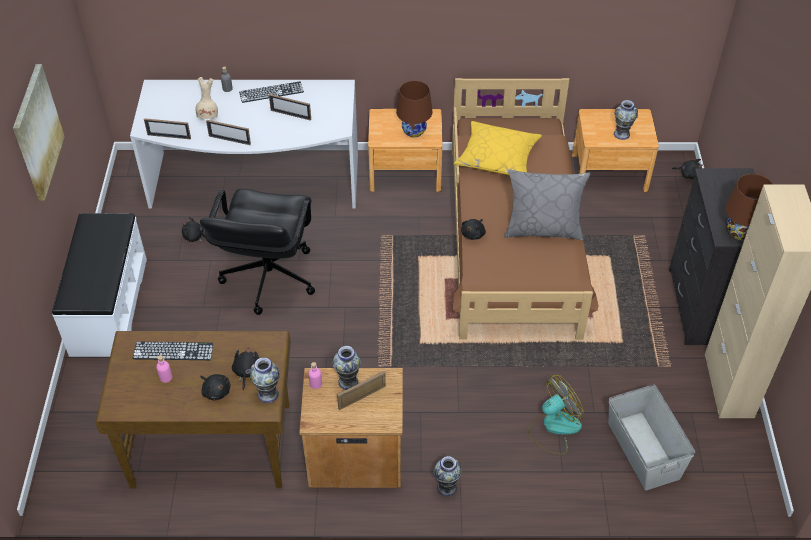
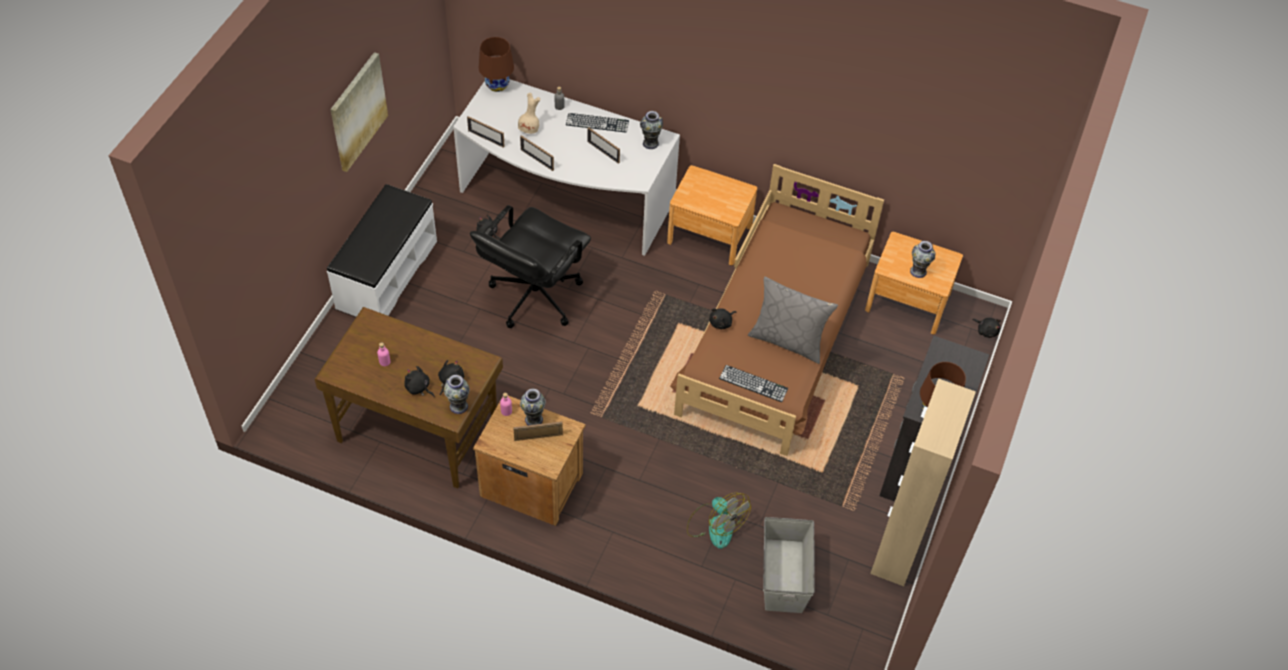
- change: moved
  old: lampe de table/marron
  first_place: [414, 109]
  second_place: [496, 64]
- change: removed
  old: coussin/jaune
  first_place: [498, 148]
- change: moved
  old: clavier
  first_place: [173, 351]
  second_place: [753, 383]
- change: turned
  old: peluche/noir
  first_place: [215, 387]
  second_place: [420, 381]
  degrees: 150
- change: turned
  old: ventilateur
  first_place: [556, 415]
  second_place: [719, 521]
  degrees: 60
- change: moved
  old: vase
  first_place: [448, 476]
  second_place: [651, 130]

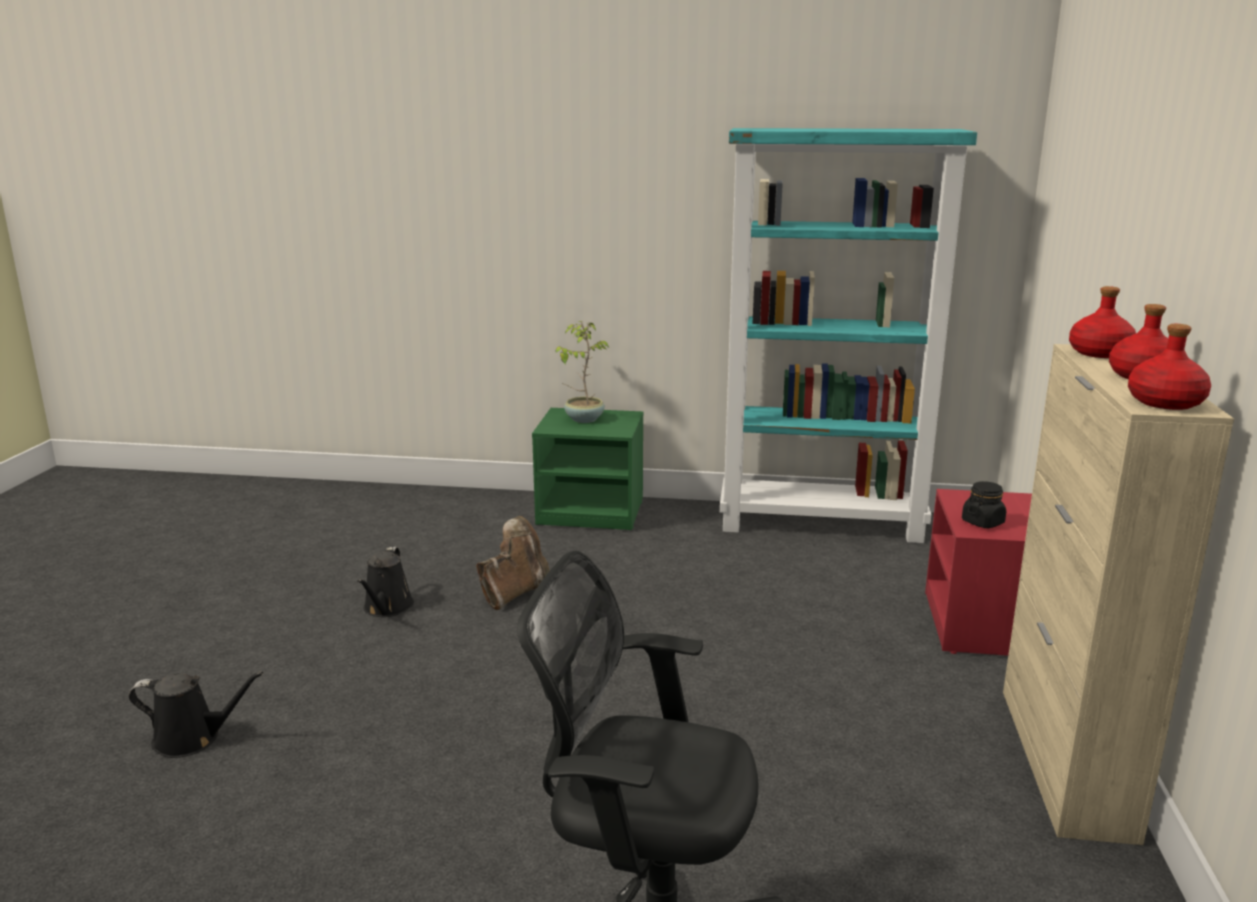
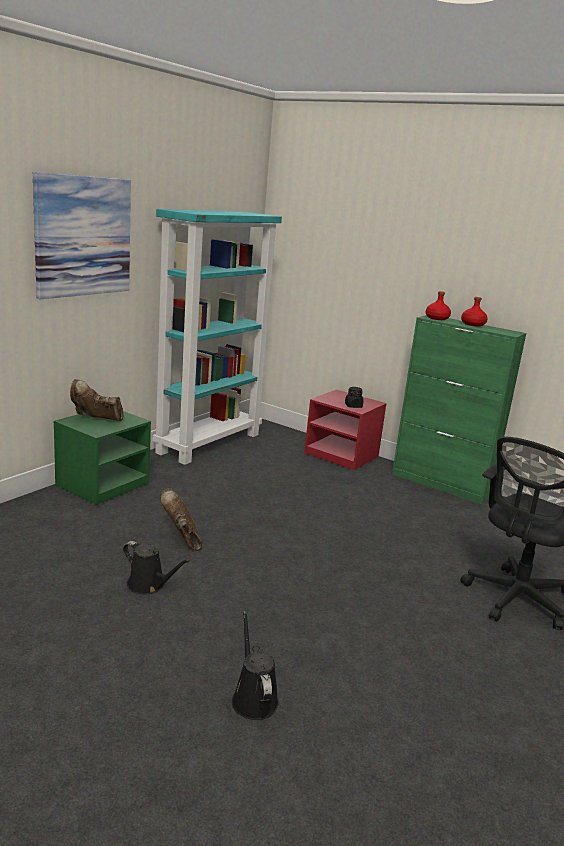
- change: replaced
  old: plante en pot
  new: botte/marron
  first_place: [582, 372]
  second_place: [97, 400]
- change: removed
  old: bouteille/rouge
  first_place: [1169, 367]
- change: recoloured
  old: meuble de rangement/beige
  new: meuble de rangement/vert
  first_place: [1118, 594]
  second_place: [459, 409]
- change: turned
  old: arrosoir/noir
  first_place: [195, 715]
  second_place: [255, 665]
  degrees: -45
- change: added
  new: tableau
  second_place: [82, 235]

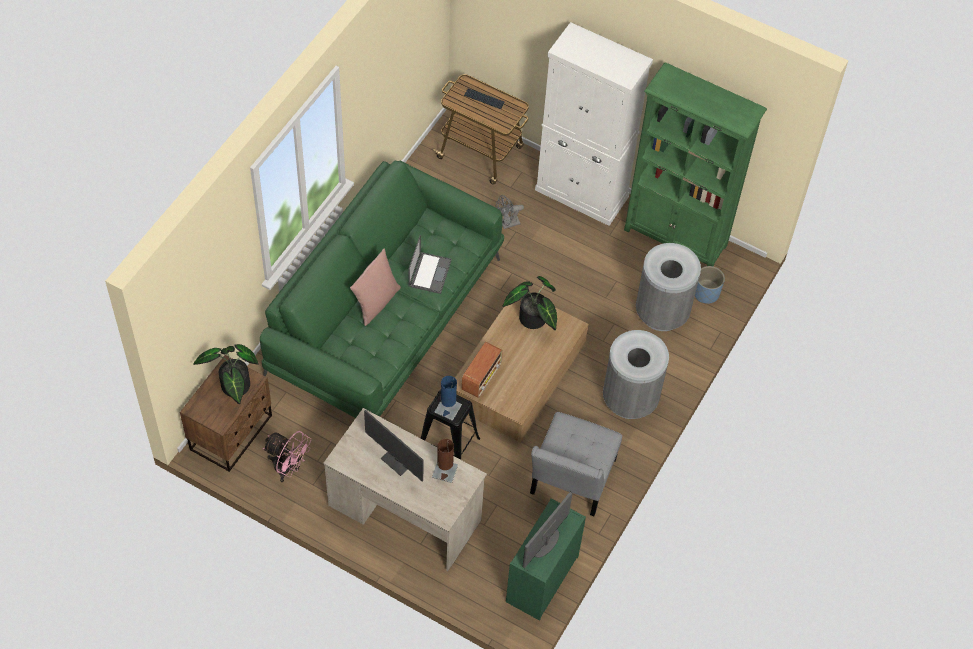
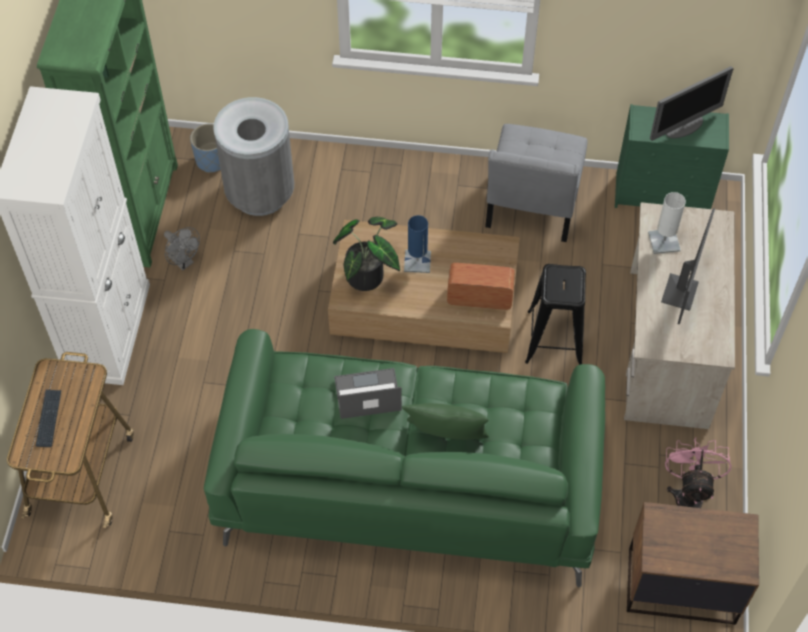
- change: moved
  old: ventilateur/gris
  first_place: [510, 212]
  second_place: [182, 248]
- change: recoloured
  old: coussin/rose
  new: coussin/vert
  first_place: [375, 287]
  second_place: [445, 421]
- change: removed
  old: poubelle/gris
  first_place: [636, 374]
- change: removed
  old: plante en pot
  first_place: [226, 374]
- change: moved
  old: lampe de table/bleu
  first_place: [448, 398]
  second_place: [417, 244]
- change: turned
  old: chaise/gris
  first_place: [576, 464]
  second_place: [536, 183]
  degrees: 105
- change: recoloured
  old: lampe de table/marron
  new: lampe de table/blanc
  first_place: [445, 461]
  second_place: [667, 223]
- change: turned
  old: écran d'ordinateur
  first_place: [547, 530]
  second_place: [692, 103]
  degrees: -45

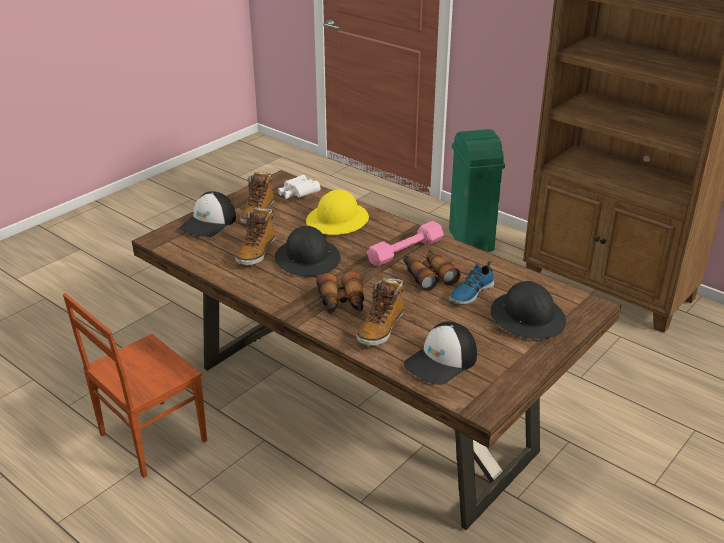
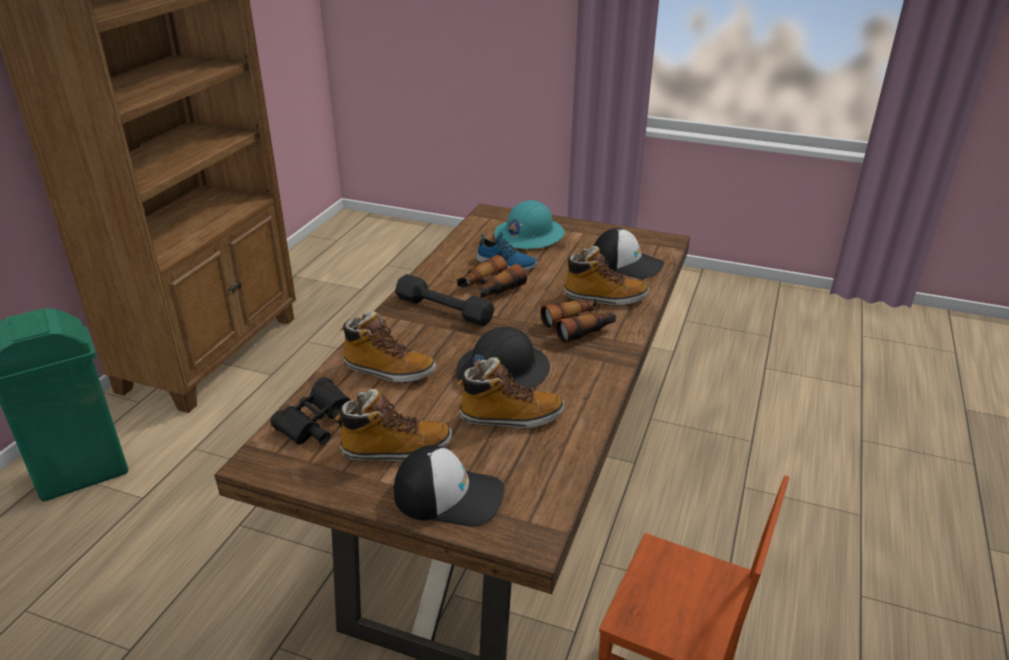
- change: recoloured
  old: jumelles/blanc
  new: jumelles/noir
  first_place: [299, 187]
  second_place: [310, 411]
- change: replaced
  old: casque de chantier/jaune
  new: botte
  first_place: [337, 212]
  second_place: [388, 347]
- change: recoloured
  old: haltère/rose
  new: haltère/noir
  first_place: [405, 243]
  second_place: [445, 300]
- change: recoloured
  old: casque de chantier/noir
  new: casque de chantier/turquoise
  first_place: [528, 310]
  second_place: [529, 224]

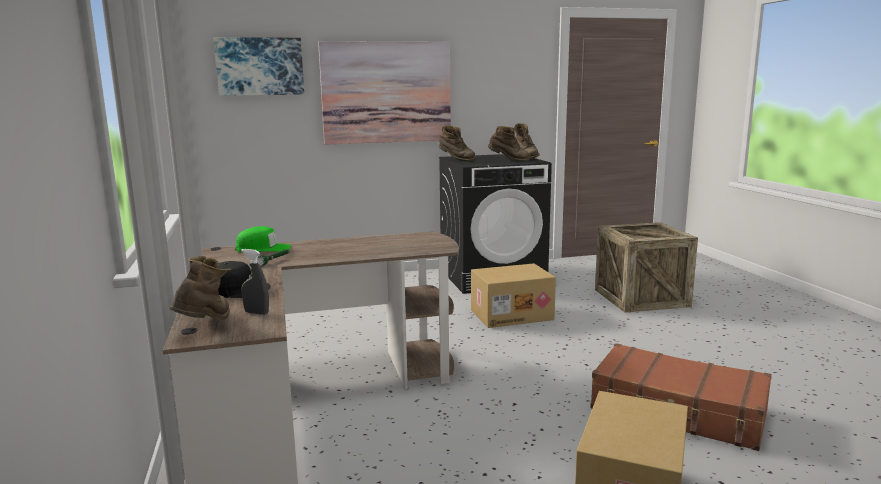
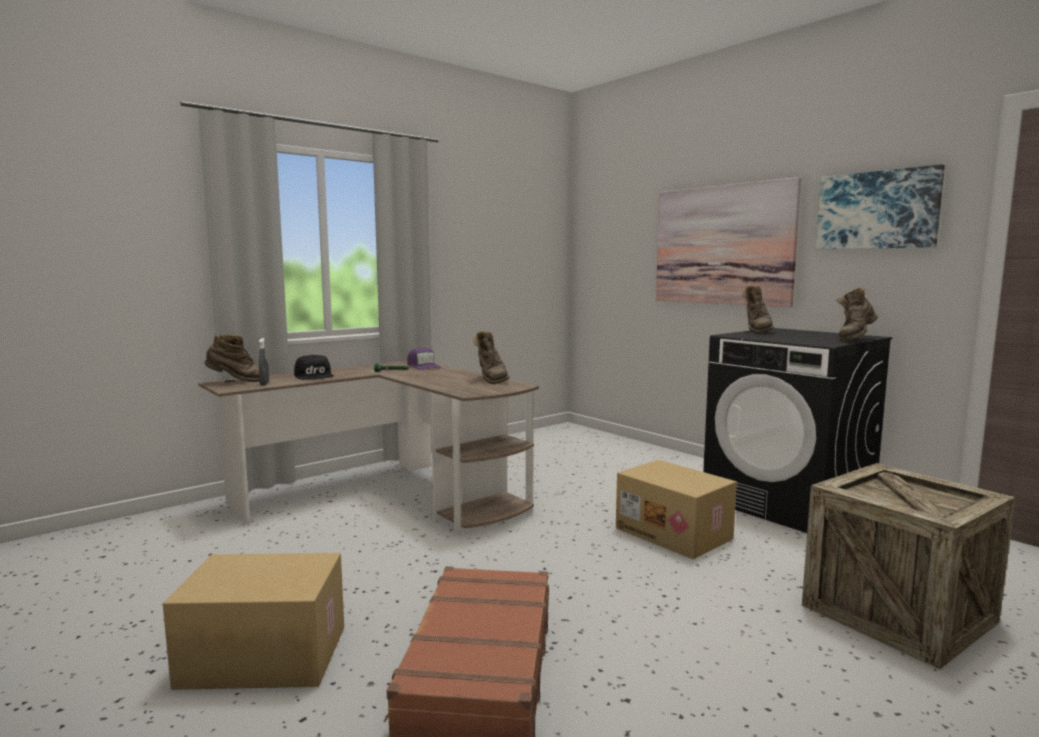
- change: moved
  old: tableau
  first_place: [259, 66]
  second_place: [880, 206]
- change: moved
  old: botte/marron
  first_place: [509, 144]
  second_place: [491, 357]
- change: recoloured
  old: casquette/vert
  new: casquette/violet
  first_place: [263, 239]
  second_place: [424, 358]

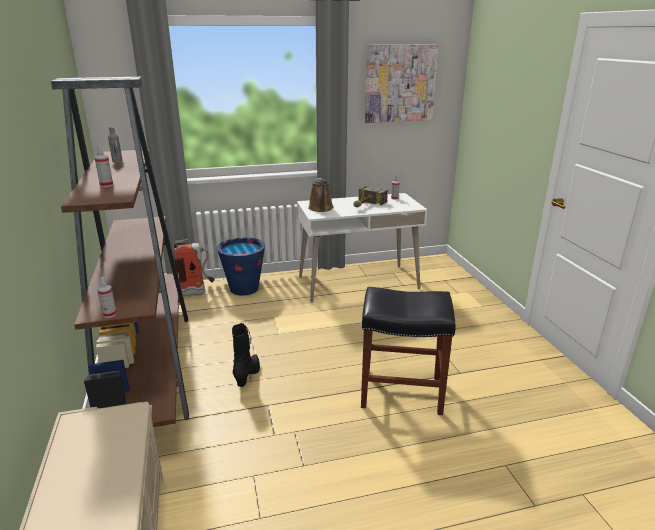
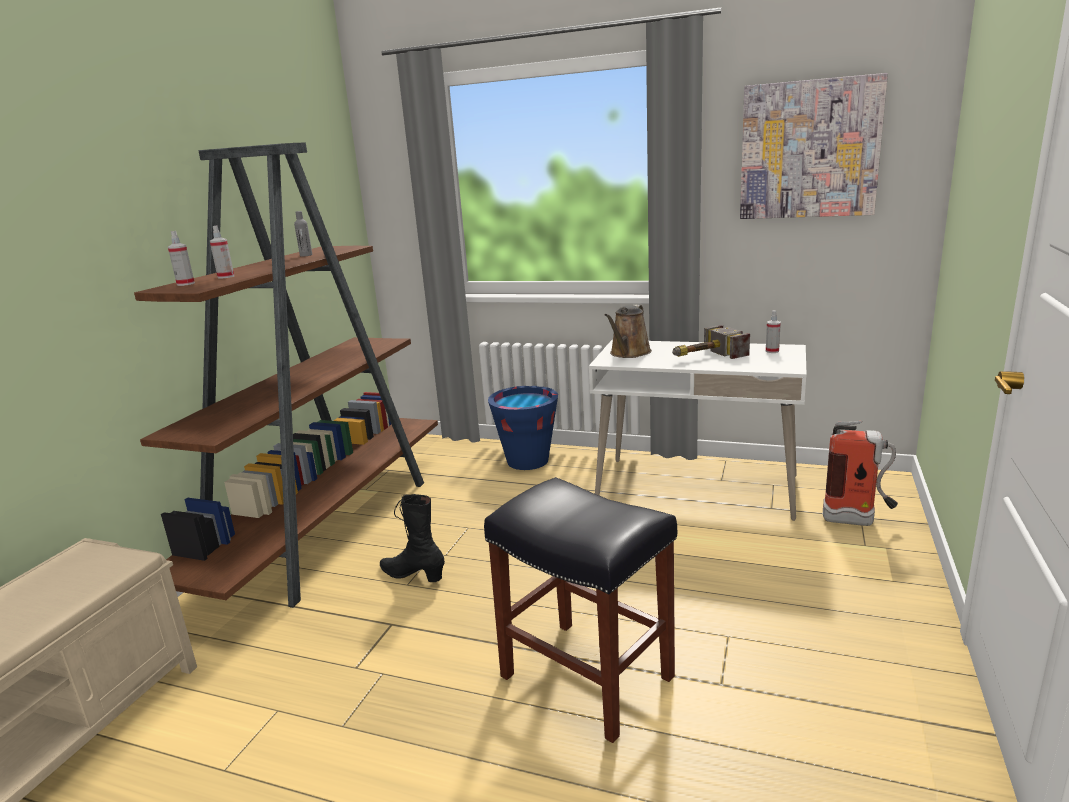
- change: moved
  old: extincteur
  first_place: [194, 267]
  second_place: [860, 473]
- change: moved
  old: vaporisateur
  first_place: [107, 297]
  second_place: [181, 258]
- change: turned
  old: botte/noir
  first_place: [246, 355]
  second_place: [412, 538]
  degrees: -105

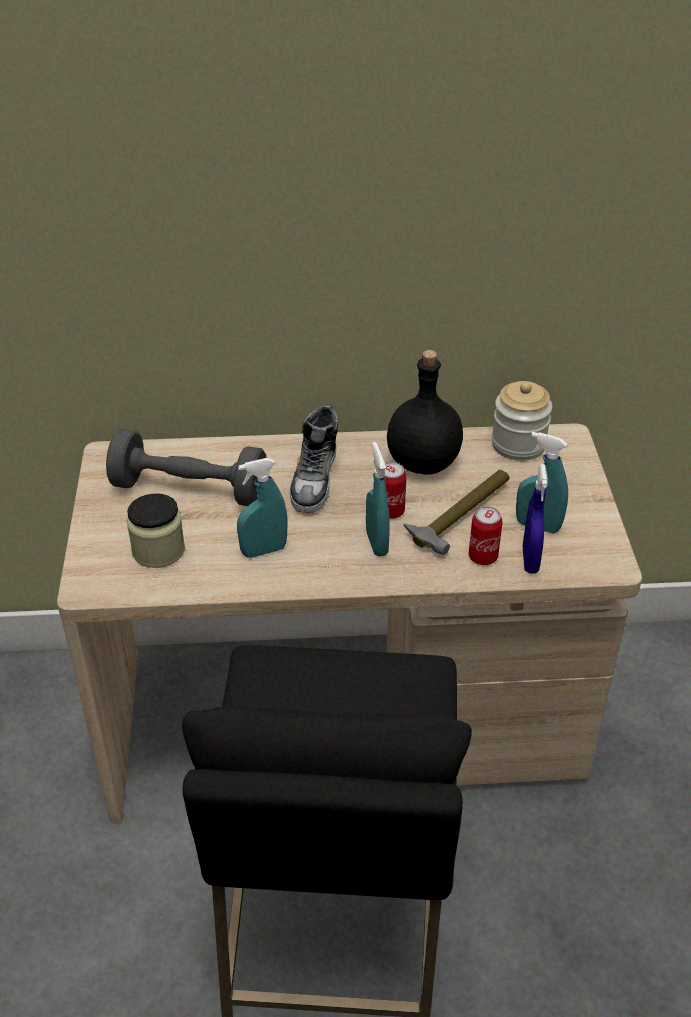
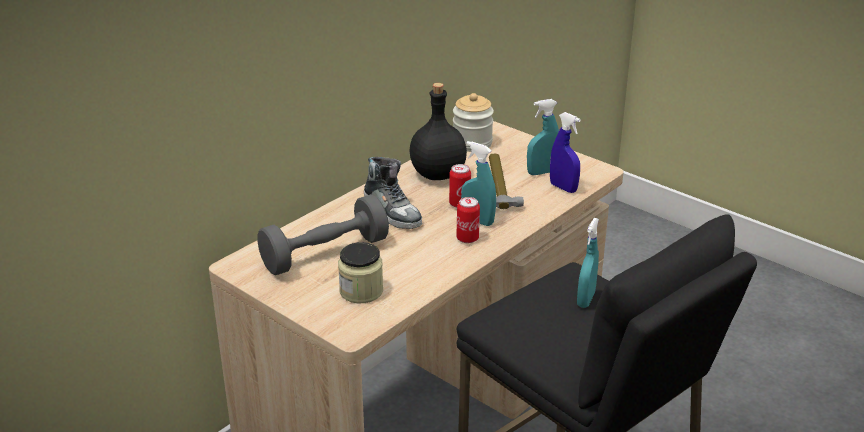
- change: moved
  old: vaporisateur/turquoise
  first_place: [262, 508]
  second_place: [588, 263]
- change: moved
  old: boîte métallique
  first_place: [486, 536]
  second_place: [468, 220]

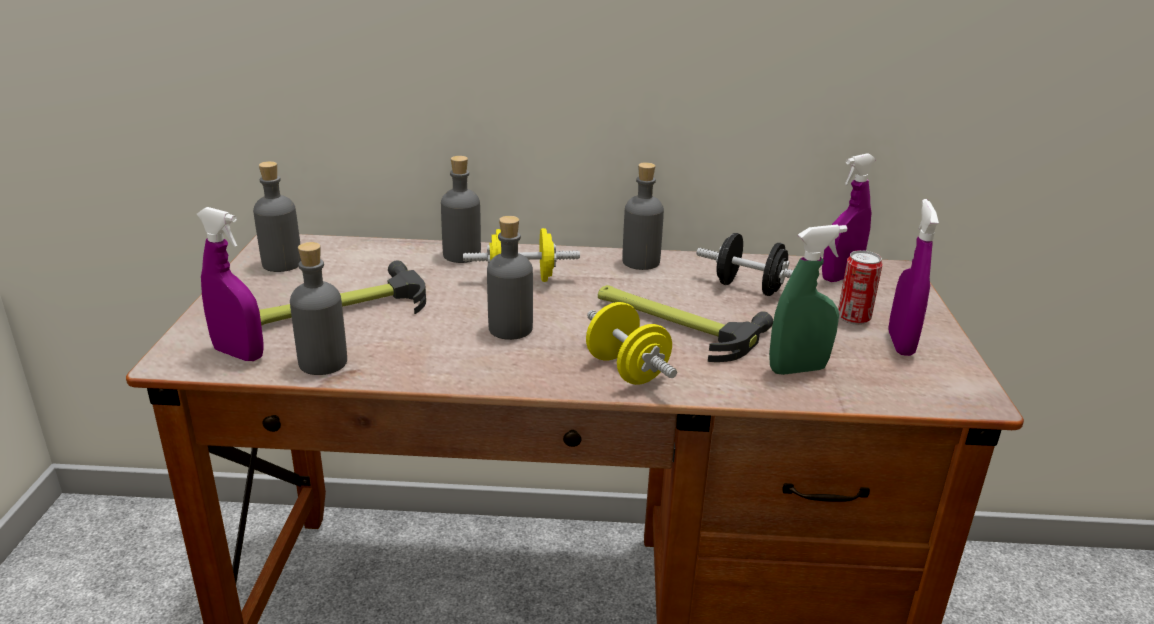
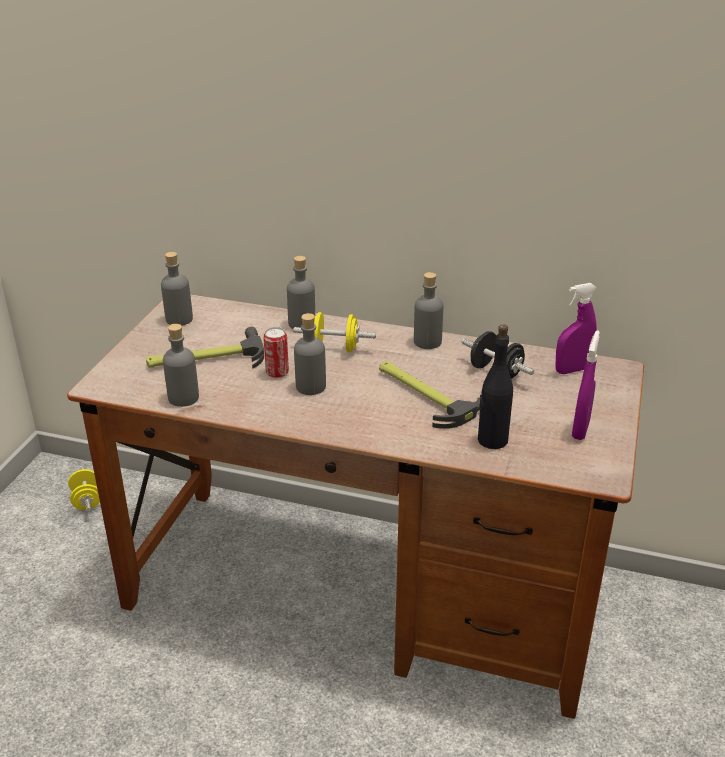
- change: removed
  old: vaporisateur/violet
  first_place: [230, 284]
- change: replaced
  old: vaporisateur/vert
  new: bouteille/noir
  first_place: [808, 299]
  second_place: [495, 386]
- change: moved
  old: boîte métallique
  first_place: [860, 287]
  second_place: [276, 352]
- change: moved
  old: haltère/jaune
  first_place: [631, 343]
  second_place: [84, 489]

